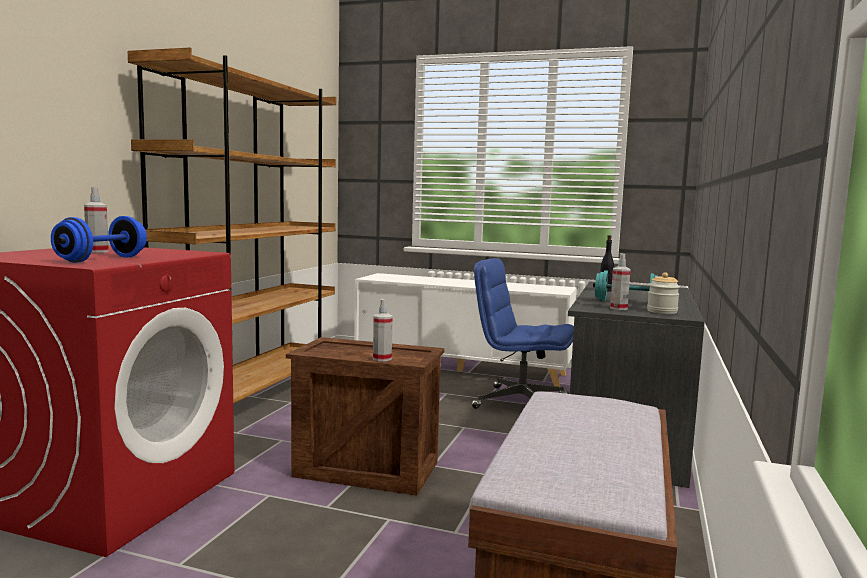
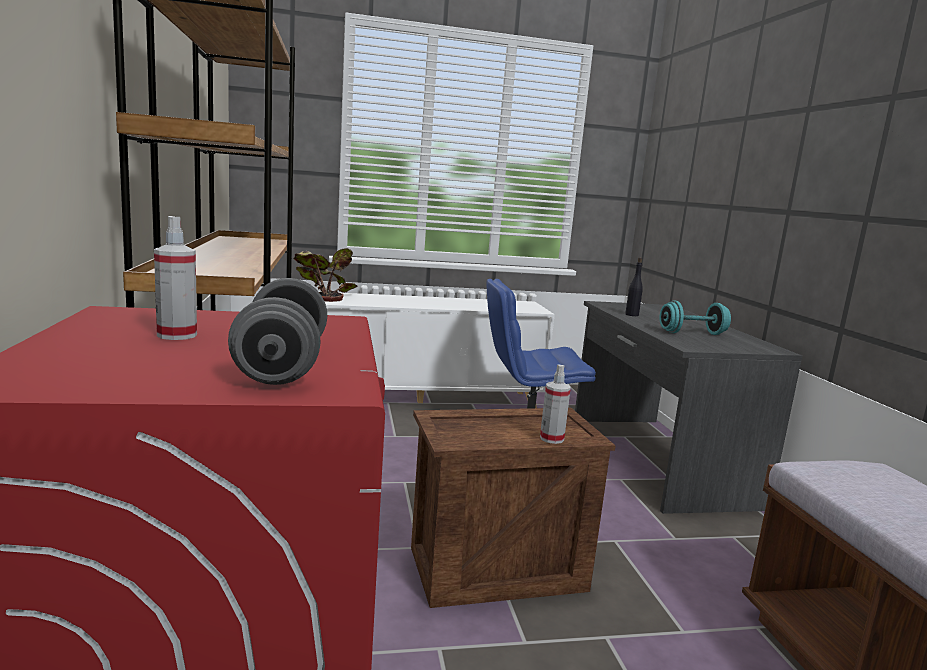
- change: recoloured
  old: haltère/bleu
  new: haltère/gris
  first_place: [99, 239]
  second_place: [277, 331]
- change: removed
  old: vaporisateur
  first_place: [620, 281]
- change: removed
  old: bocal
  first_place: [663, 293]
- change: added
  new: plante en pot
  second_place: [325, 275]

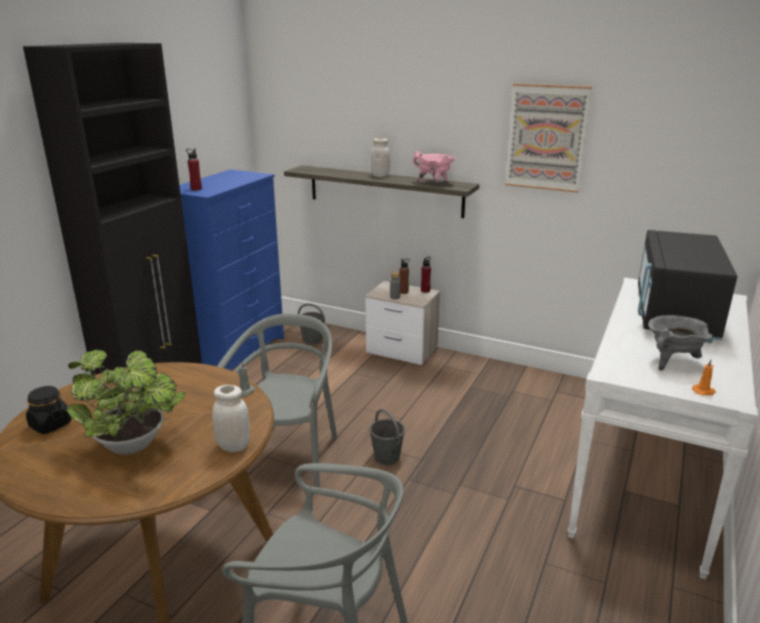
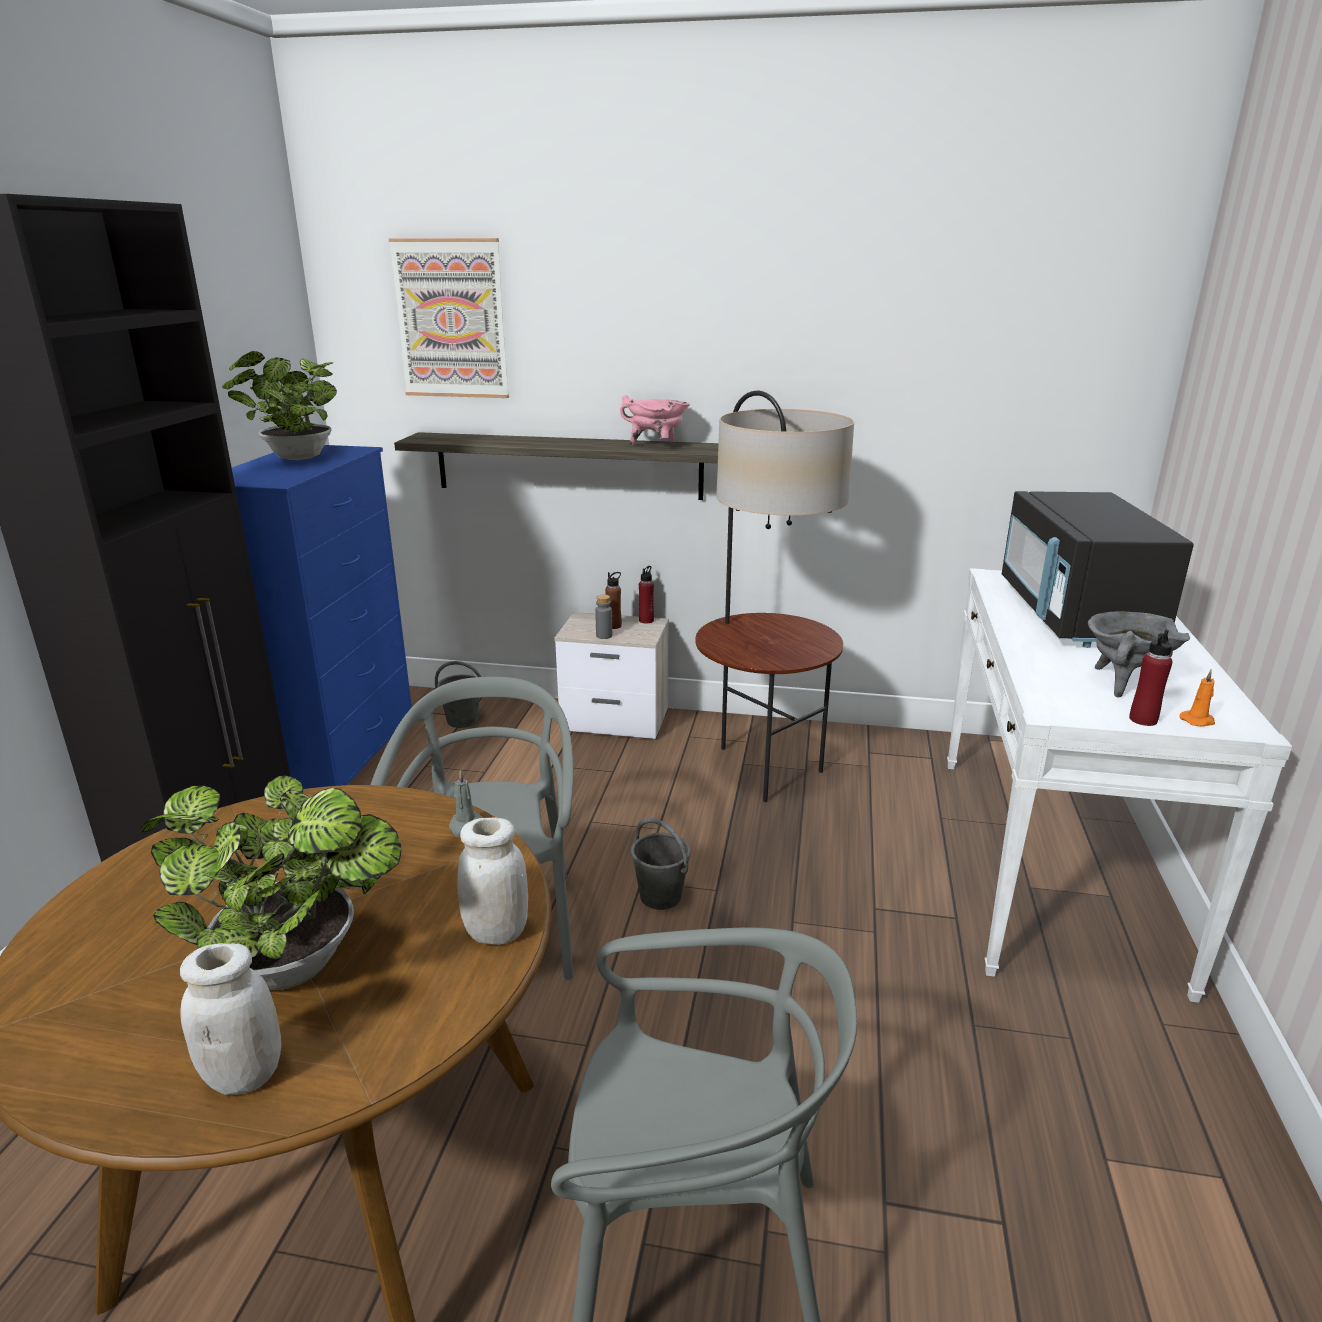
- change: moved
  old: tableau
  first_place: [548, 138]
  second_place: [449, 318]
- change: moved
  old: bocal/blanc
  first_place: [380, 157]
  second_place: [230, 1019]
- change: moved
  old: bouteille/rouge
  first_place: [194, 169]
  second_place: [1151, 677]
- change: removed
  old: bocal/noir
  first_place: [48, 410]
- change: added
  new: plante en pot
  second_place: [279, 405]
- change: added
  new: lampadaire
  second_place: [774, 596]

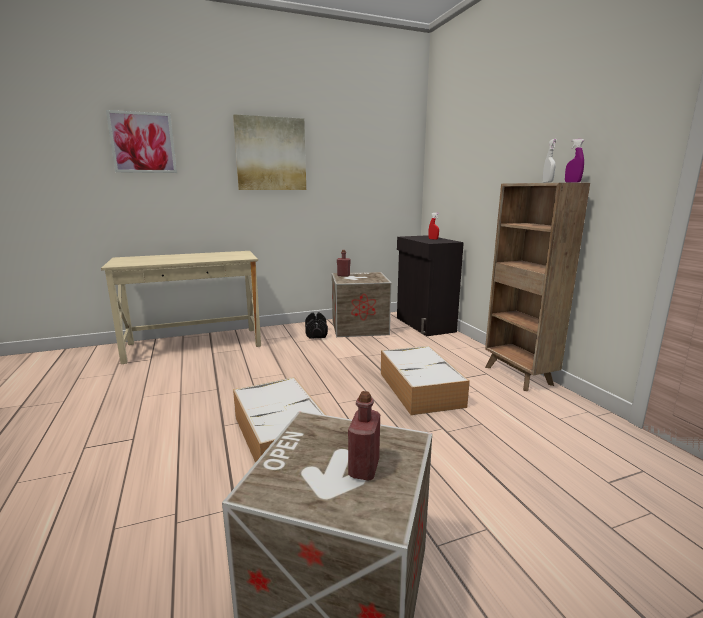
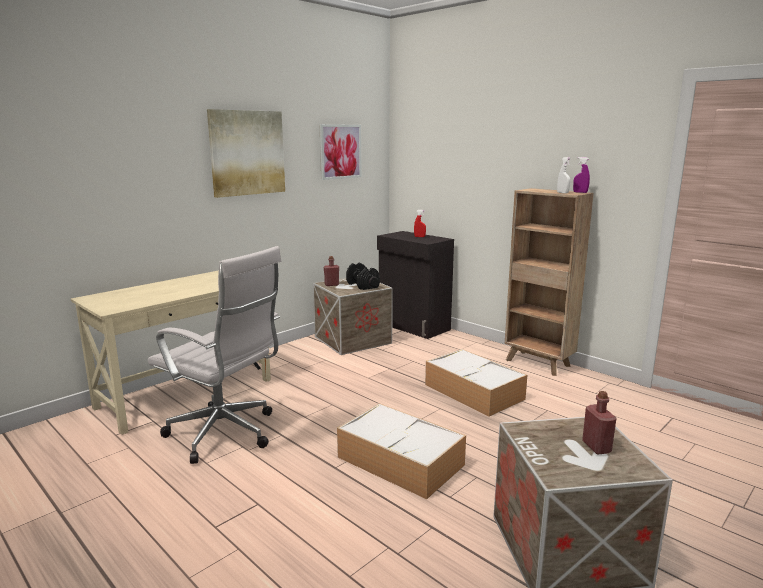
- change: moved
  old: tableau
  first_place: [141, 141]
  second_place: [341, 152]
- change: moved
  old: haltère/noir
  first_place: [316, 325]
  second_place: [363, 276]
- change: added
  new: chaise de bureau/blanc
  second_place: [214, 355]

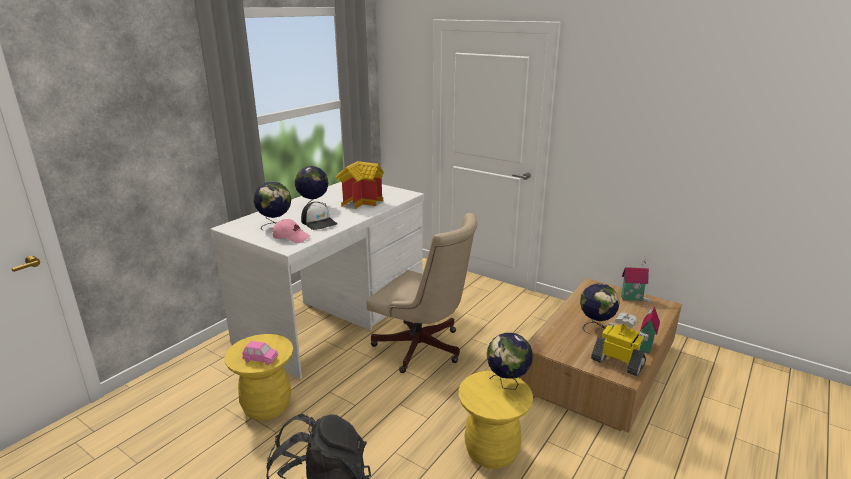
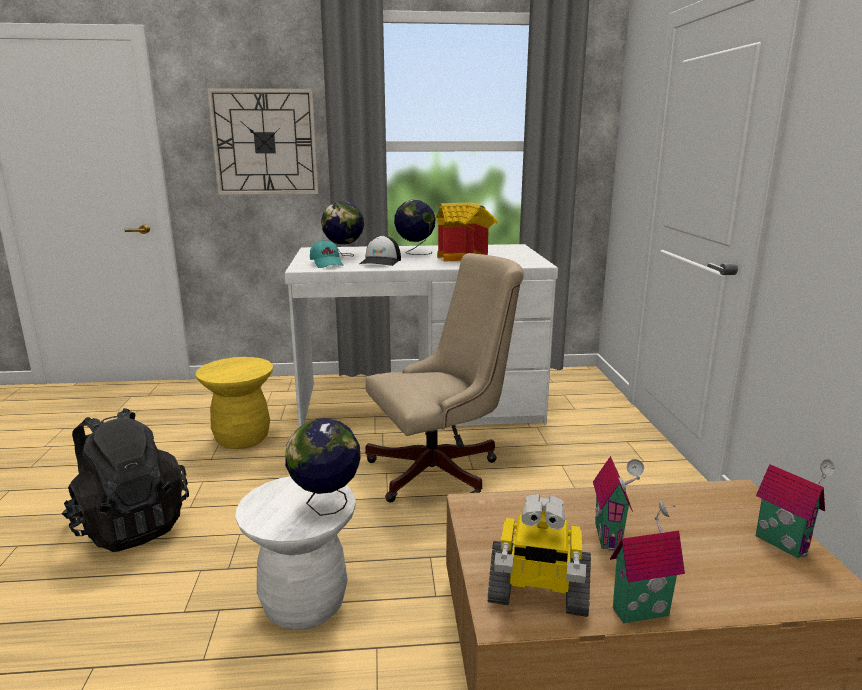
- change: turned
  old: chaise de bureau/beige
  first_place: [422, 293]
  second_place: [444, 378]
  degrees: -105
- change: recoloured
  old: casquette/rose
  new: casquette/turquoise
  first_place: [291, 231]
  second_place: [327, 254]
- change: replaced
  old: globe
  new: maison miniature
  first_place: [600, 309]
  second_place: [618, 503]
- change: turned
  old: robot jouet
  first_place: [620, 344]
  second_place: [539, 555]
  degrees: 105
- change: removed
  old: petite voiture/rose
  first_place: [260, 353]
- change: recoloured
  old: tabouret/jaune
  new: tabouret/blanc
  first_place: [496, 420]
  second_place: [295, 553]
- change: added
  new: horloge murale
  second_place: [263, 141]

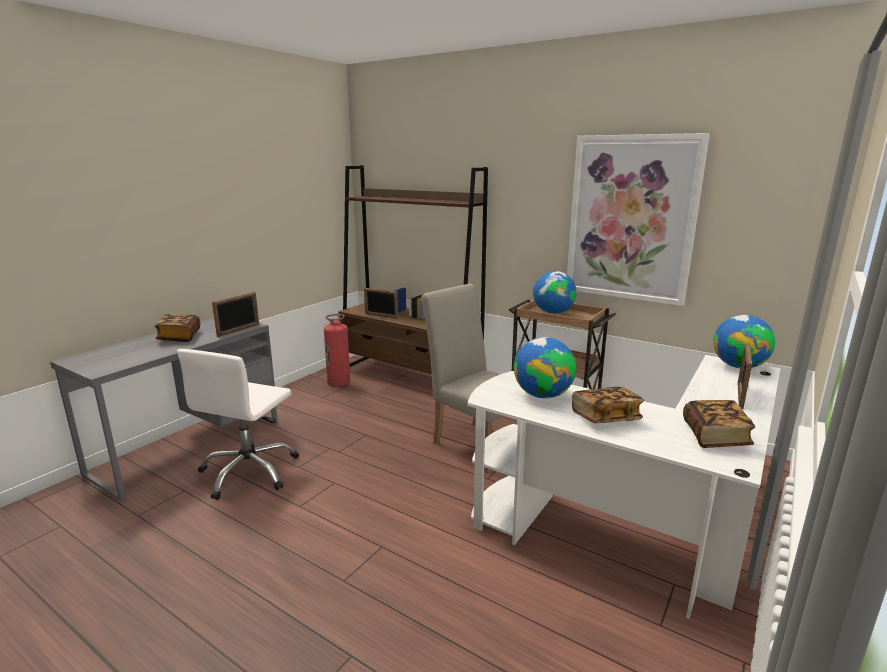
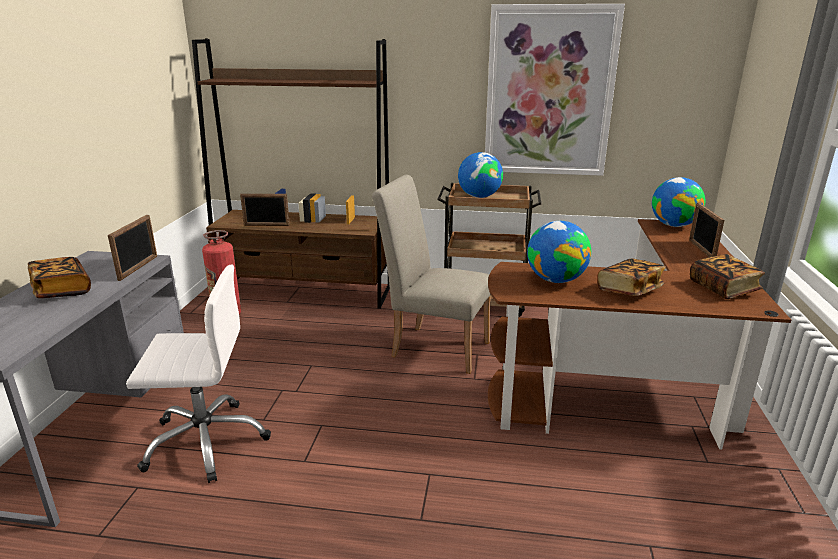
- change: turned
  old: chaise de bureau/blanc
  first_place: [238, 424]
  second_place: [198, 374]
  degrees: -90
- change: recoloured
  old: bureau/blanc
  new: bureau/marron
  first_place: [624, 486]
  second_place: [639, 334]

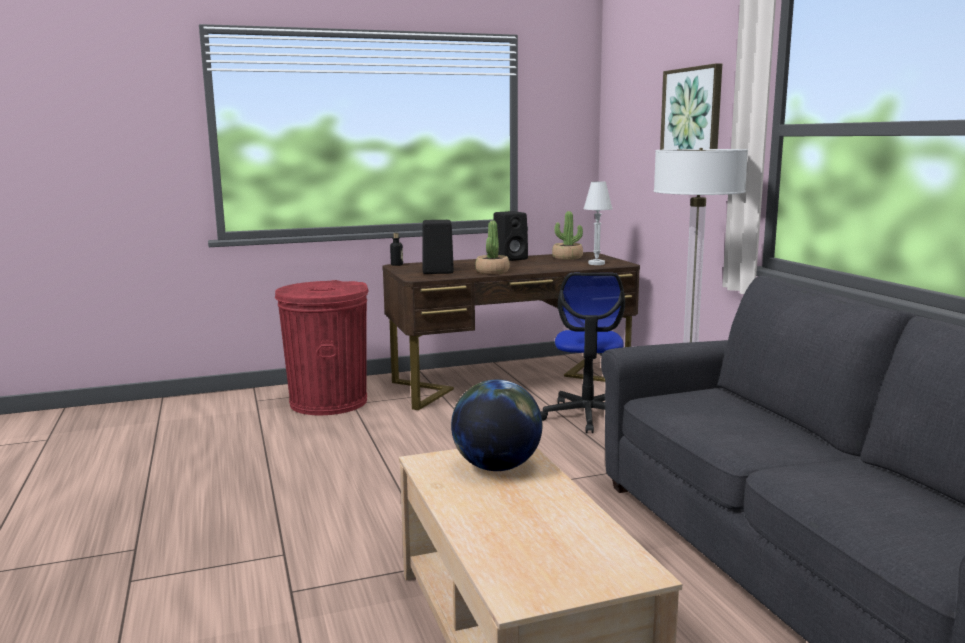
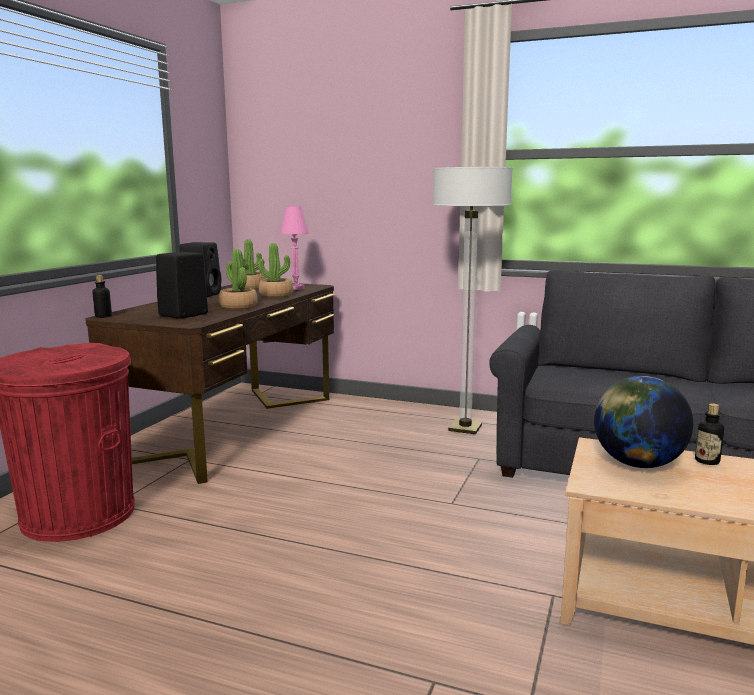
- change: removed
  old: tableau
  first_place: [691, 106]
- change: recoloured
  old: lampe de table/blanc
  new: lampe de table/rose
  first_place: [597, 223]
  second_place: [294, 248]
- change: removed
  old: chaise de bureau
  first_place: [582, 353]
- change: added
  new: plante en pot
  second_place: [275, 270]
- change: added
  new: bouteille
  second_place: [709, 434]

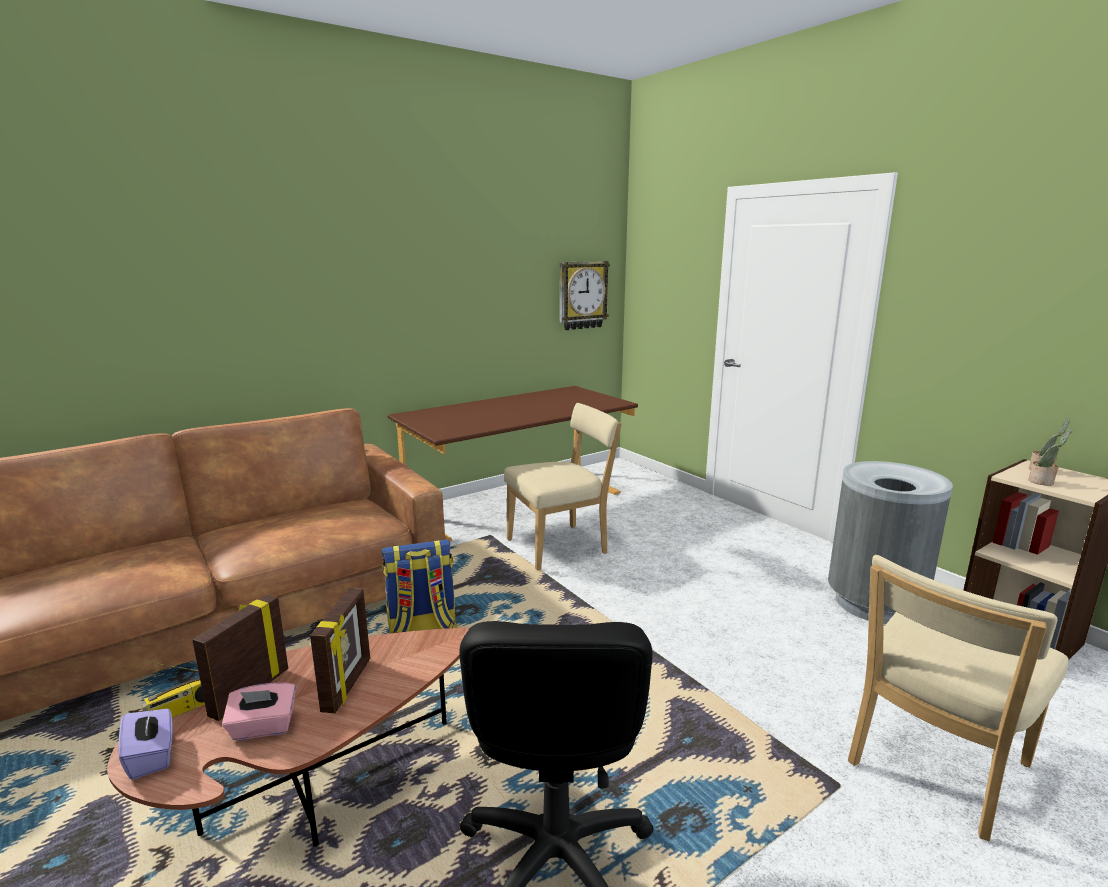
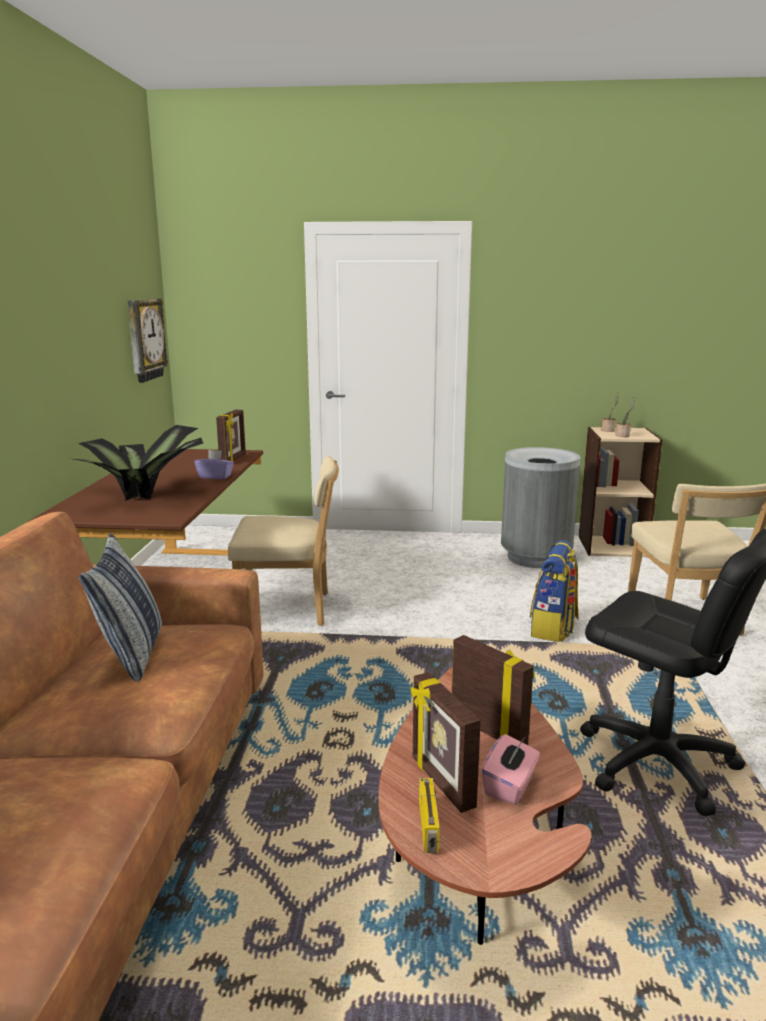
- change: turned
  old: chaise/beige
  first_place: [563, 486]
  second_place: [283, 541]
  degrees: 75
- change: moved
  old: sac à dos
  first_place: [419, 586]
  second_place: [554, 591]
- change: moved
  old: boîte à mouchoirs/violet
  first_place: [145, 743]
  second_place: [214, 464]
- change: added
  new: cadre photo
  second_place: [231, 435]
- change: added
  new: plante en pot
  second_place: [138, 463]
- change: added
  new: coussin
  second_place: [120, 607]

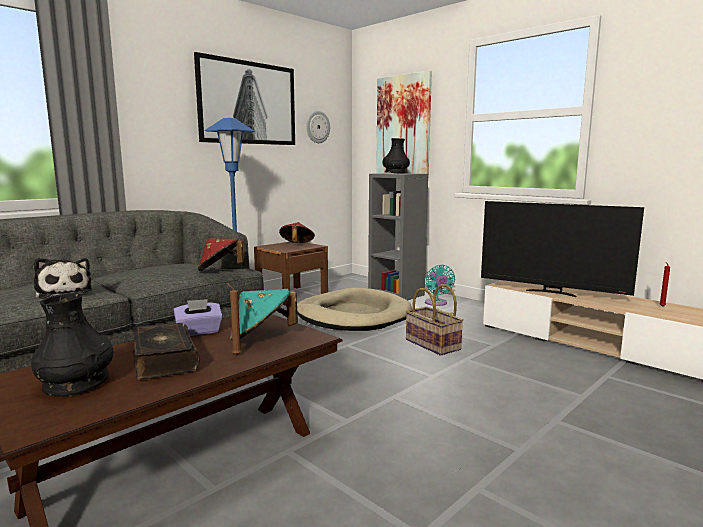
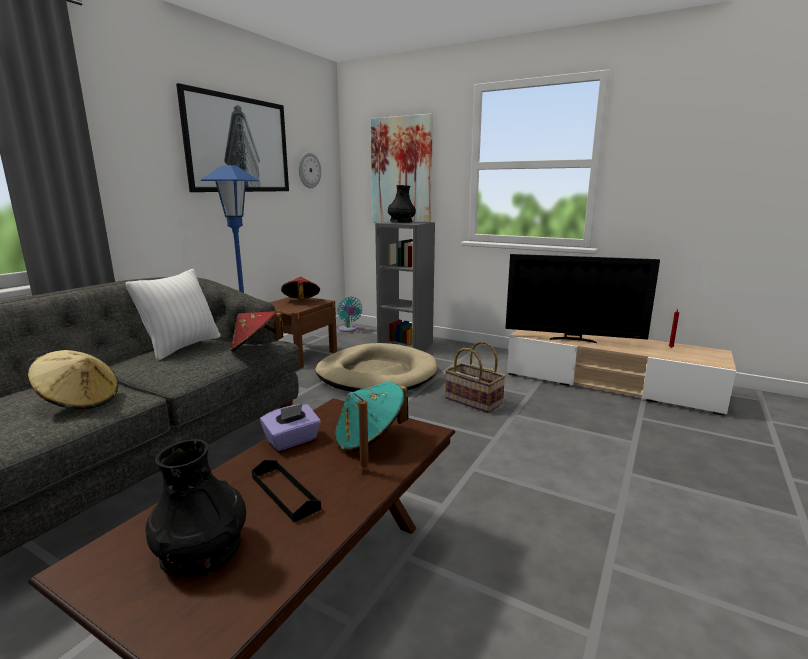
- change: replaced
  old: peluche
  new: chapeau/beige
  first_place: [63, 278]
  second_place: [73, 379]
- change: moved
  old: ventilateur/turquoise
  first_place: [440, 285]
  second_place: [350, 314]
- change: replaced
  old: livre
  new: plateau/noir
  first_place: [166, 351]
  second_place: [286, 491]
- change: added
  new: coussin/blanc
  second_place: [173, 315]

